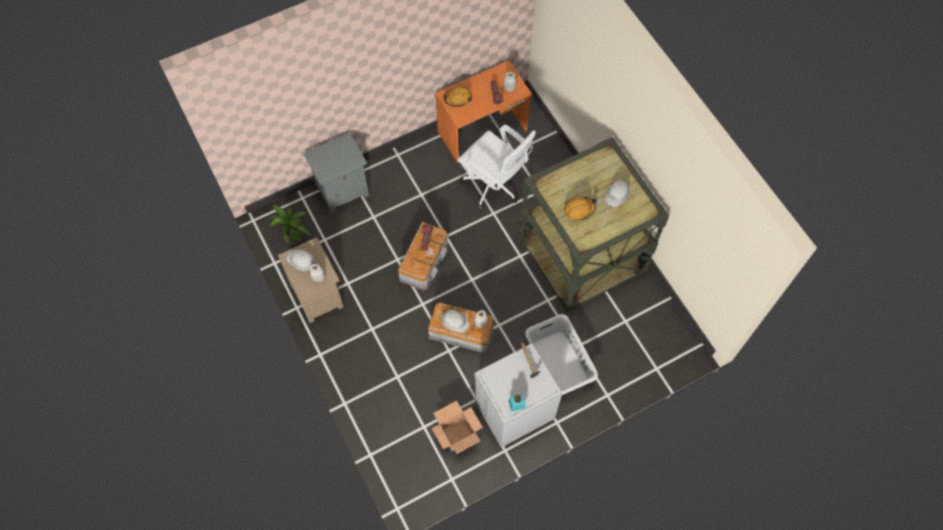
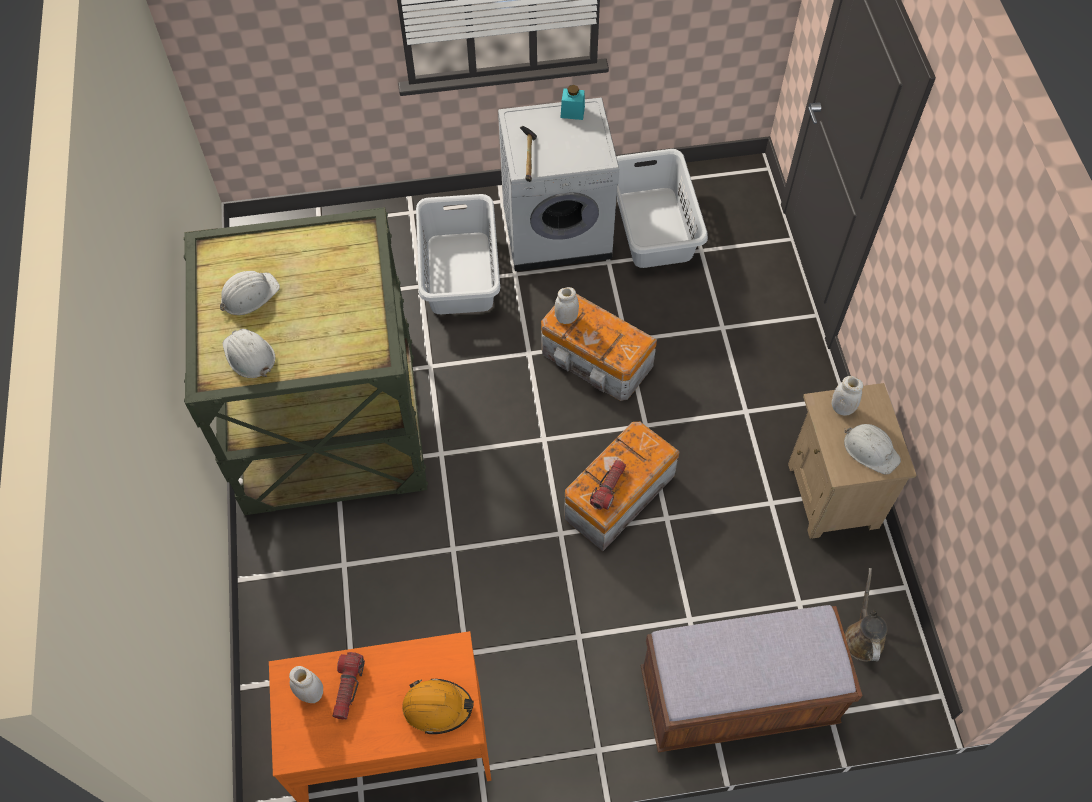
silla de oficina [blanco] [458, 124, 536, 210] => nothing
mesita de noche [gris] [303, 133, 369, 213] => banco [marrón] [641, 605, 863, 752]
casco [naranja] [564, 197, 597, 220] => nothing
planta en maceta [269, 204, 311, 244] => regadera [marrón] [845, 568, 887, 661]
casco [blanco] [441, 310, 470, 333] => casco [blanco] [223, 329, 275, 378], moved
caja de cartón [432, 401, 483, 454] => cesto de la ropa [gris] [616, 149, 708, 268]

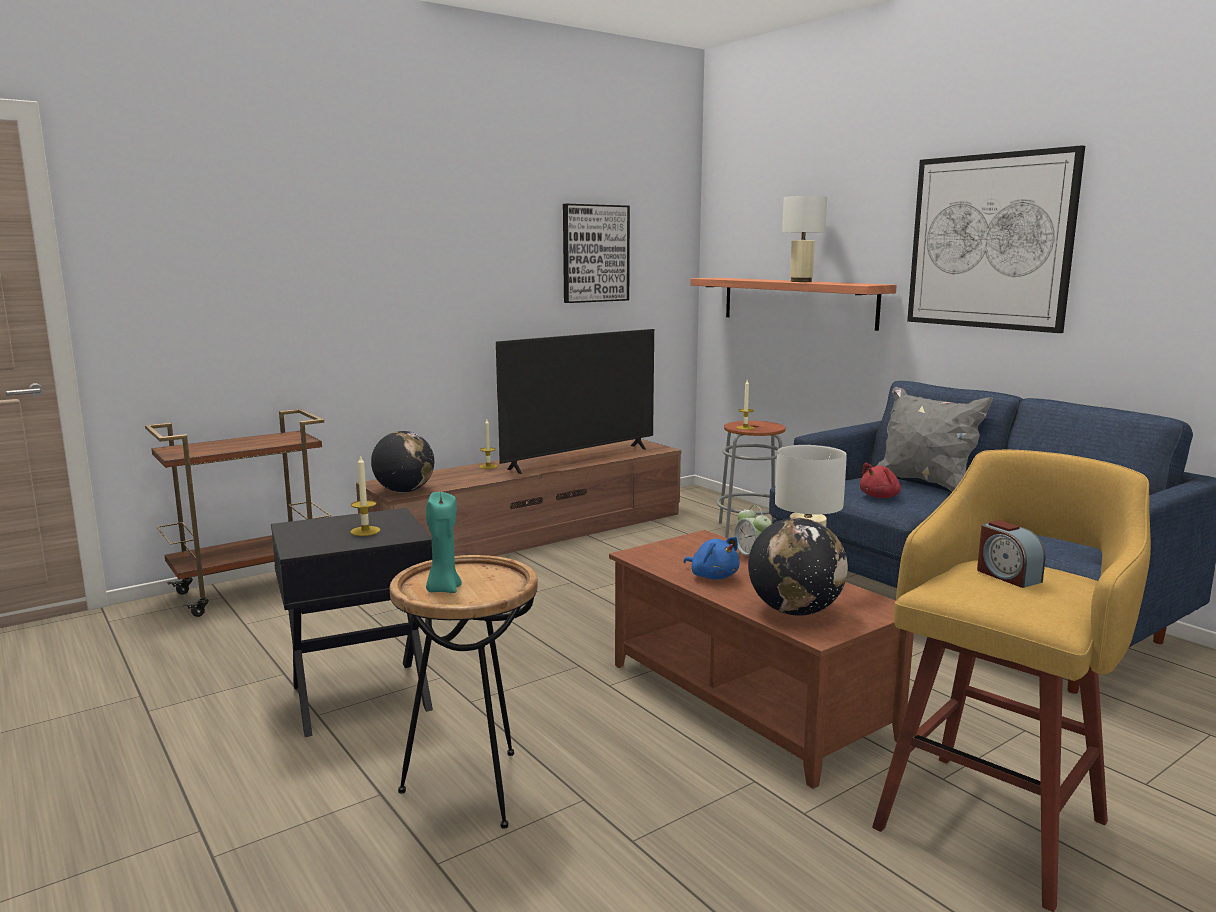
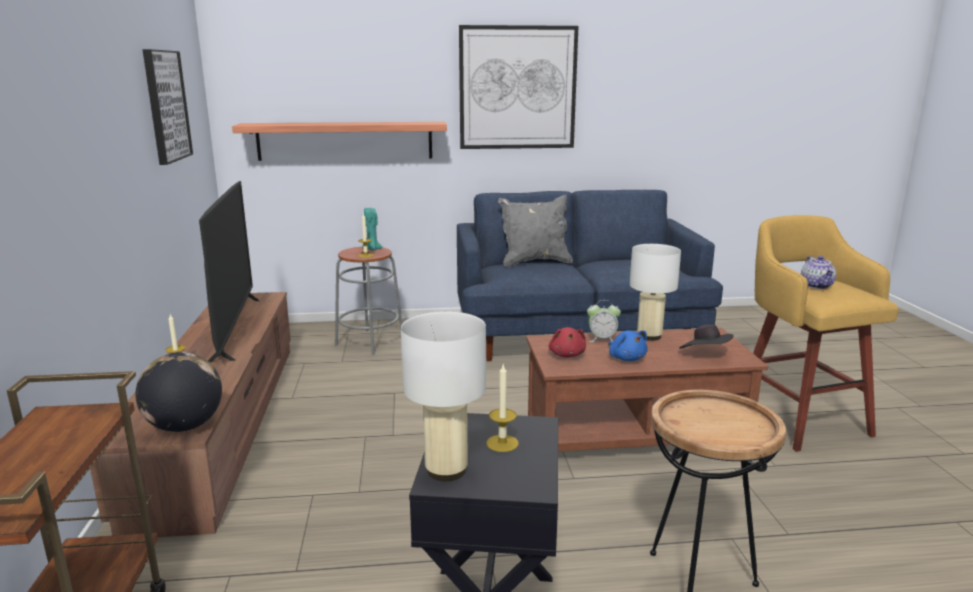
lámpara de mesa [blanco] [782, 196, 827, 282] => lámpara de mesa [blanco] [401, 311, 486, 481], moved
peluche [rojo] [860, 462, 901, 498] => peluche [rojo] [549, 327, 586, 358], moved
vela [turquesa] [426, 492, 462, 593] => vela [turquesa] [362, 208, 383, 251], moved
globo terráqueo [748, 518, 848, 615] => sombrero [negro] [679, 324, 734, 349]
despertador [977, 520, 1045, 588] => tetera [801, 256, 836, 289]
peluche [azul] [684, 537, 740, 580] => peluche [azul] [608, 330, 648, 361], 75 degrees clockwise

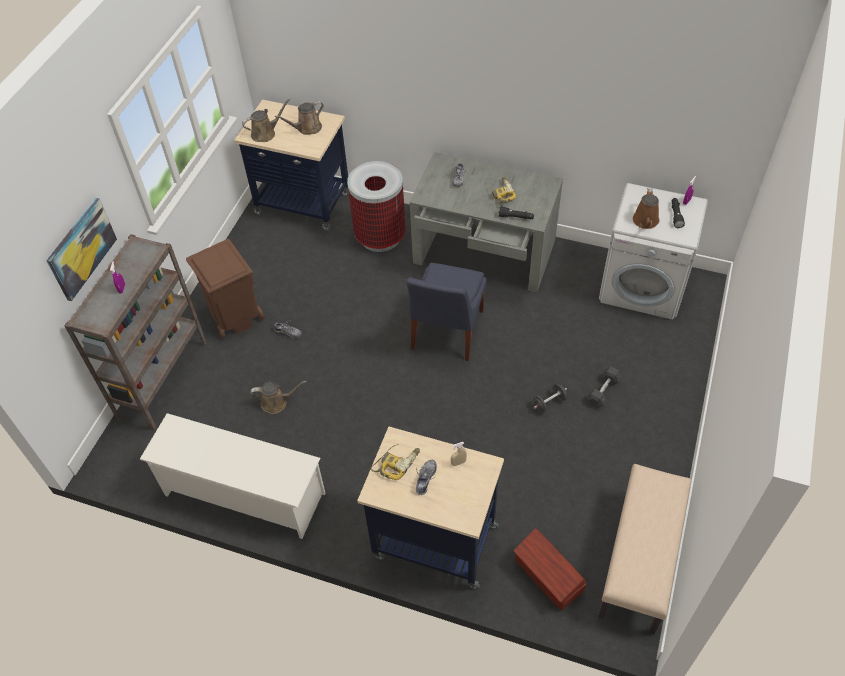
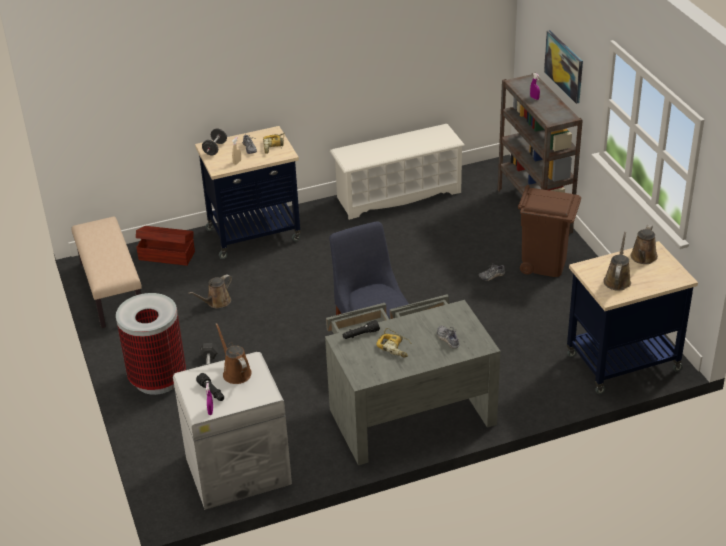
papelera [347, 161, 406, 252] => papelera [116, 293, 186, 395], moved
regadera [marrón] [250, 381, 307, 414] => regadera [marrón] [189, 274, 232, 308], moved
mancuerna [negro] [533, 384, 567, 413] => mancuerna [negro] [202, 129, 227, 155], moved

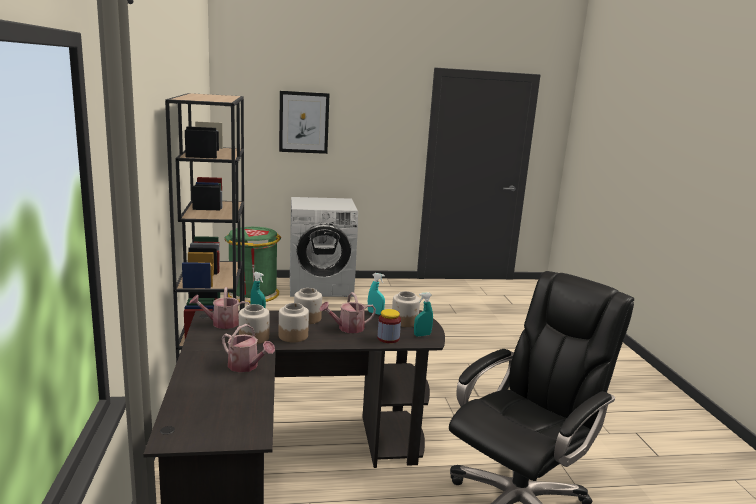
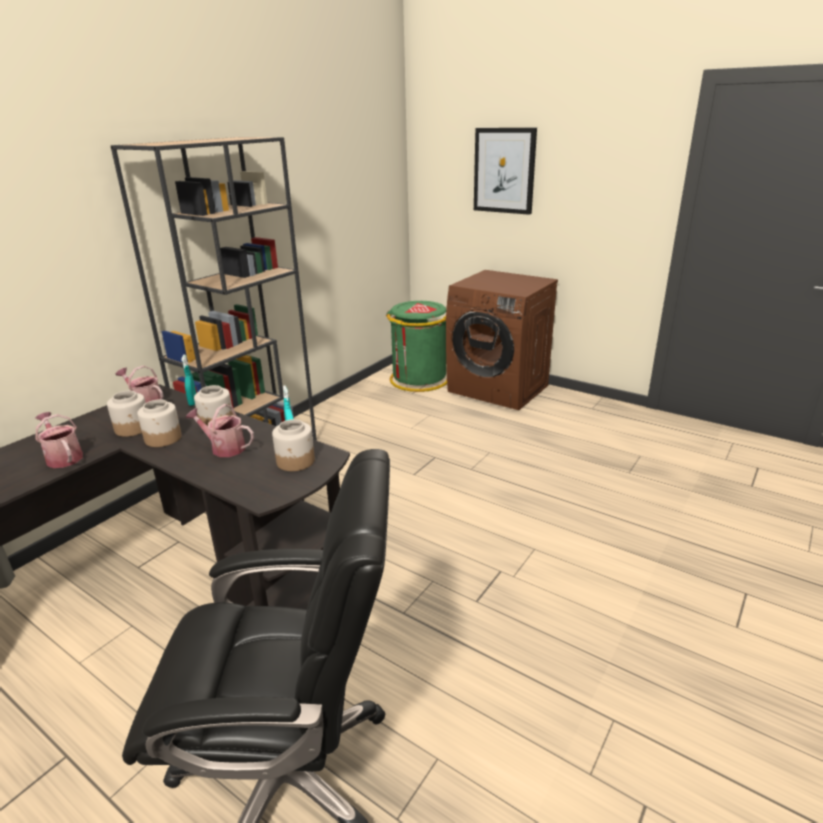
lavadora [blanco] [290, 197, 358, 297] => lavadora [marrón] [446, 270, 558, 410]
pulverizador [turquesa] [414, 292, 433, 336] => nothing
tarro [378, 309, 401, 343] => nothing
regadera [222, 324, 275, 373] => regadera [35, 412, 83, 468], 150 degrees clockwise

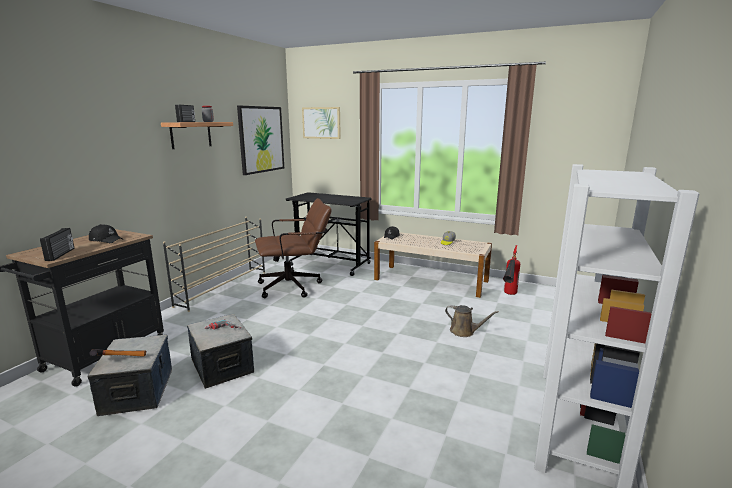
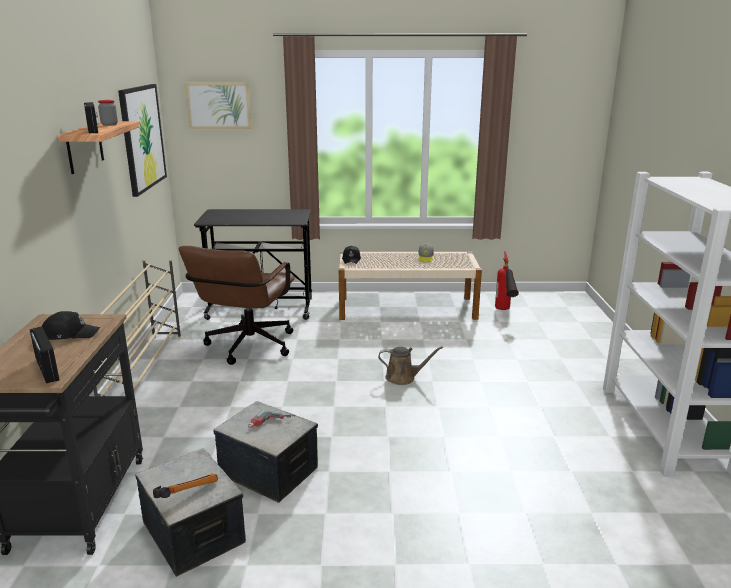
silla de oficina [marrón] [255, 198, 332, 298] => silla de oficina [marrón] [179, 246, 295, 365], 150 degrees clockwise
regadera [marrón] [445, 305, 499, 337] => regadera [marrón] [378, 346, 443, 385], moved

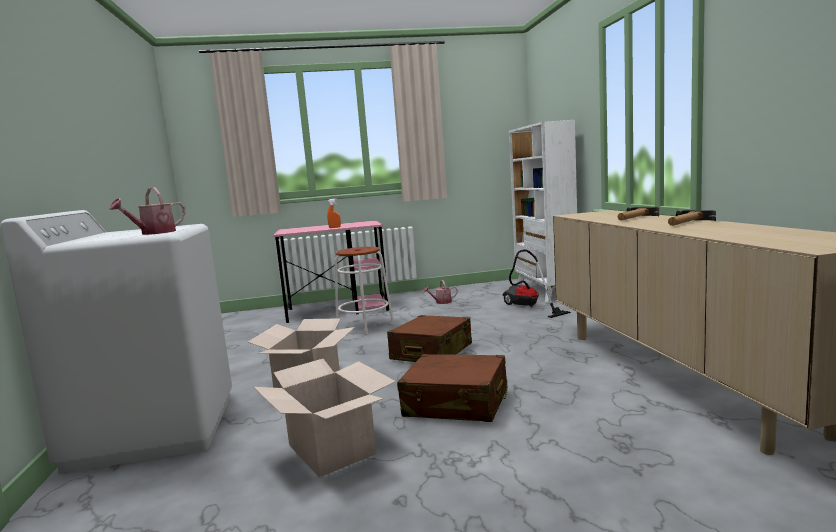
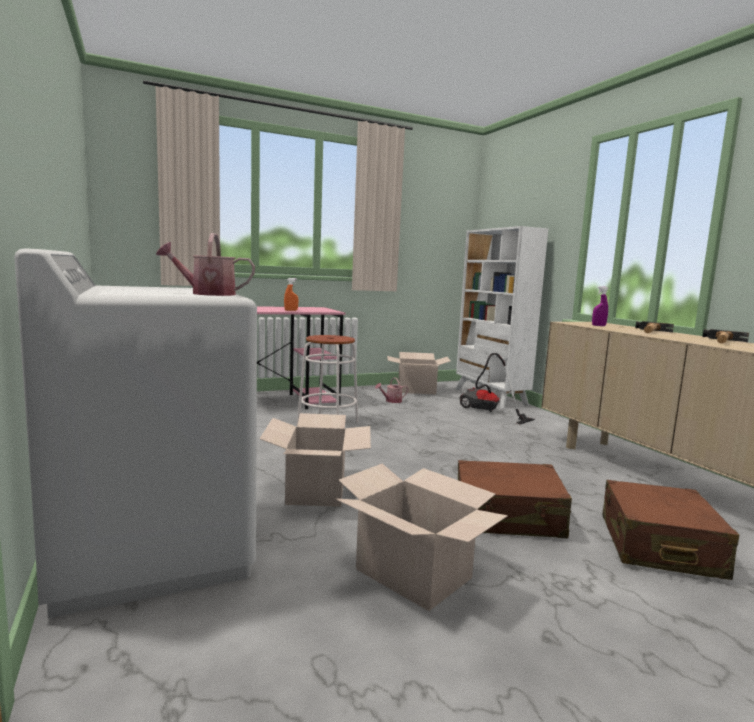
regadera [109, 187, 186, 235] => regadera [156, 233, 255, 296], 60 degrees clockwise
maleta [marrón] [387, 315, 472, 362] => maleta [marrón] [602, 480, 739, 580], moved
nothing => pulverizador [morado] [592, 286, 608, 326]
nothing => caja de cartón [387, 352, 451, 394]

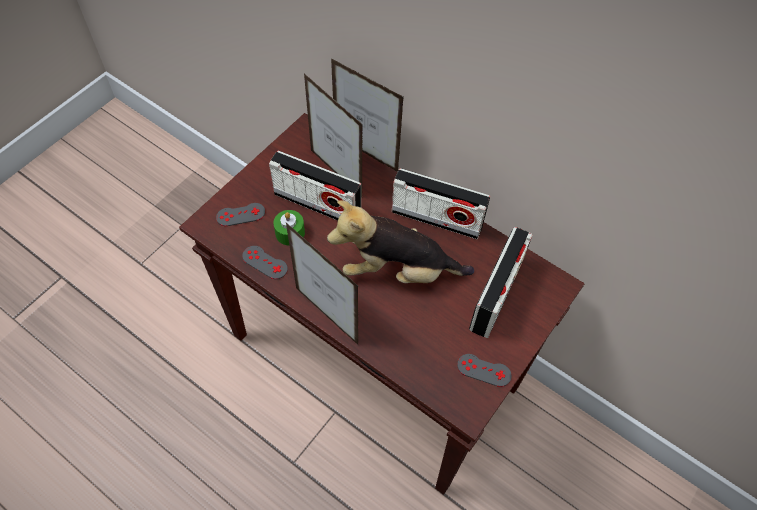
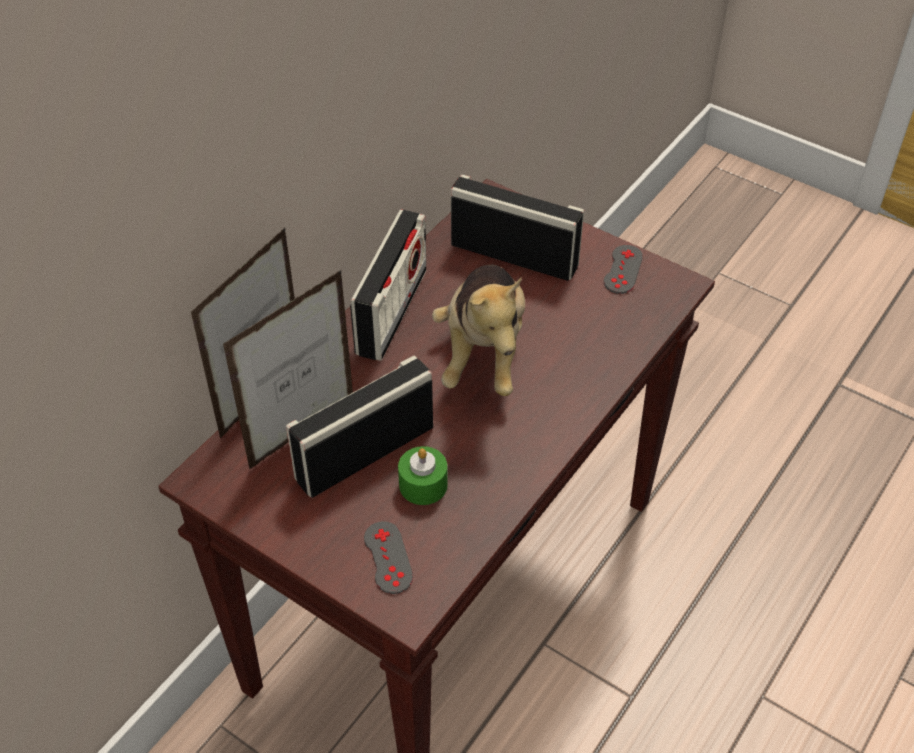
radio [269, 151, 361, 220] => radio [286, 356, 433, 498], 150 degrees counterclockwise
portarretratos [286, 223, 359, 346] => nothing
mando de consola [gris] [242, 246, 288, 279] => nothing

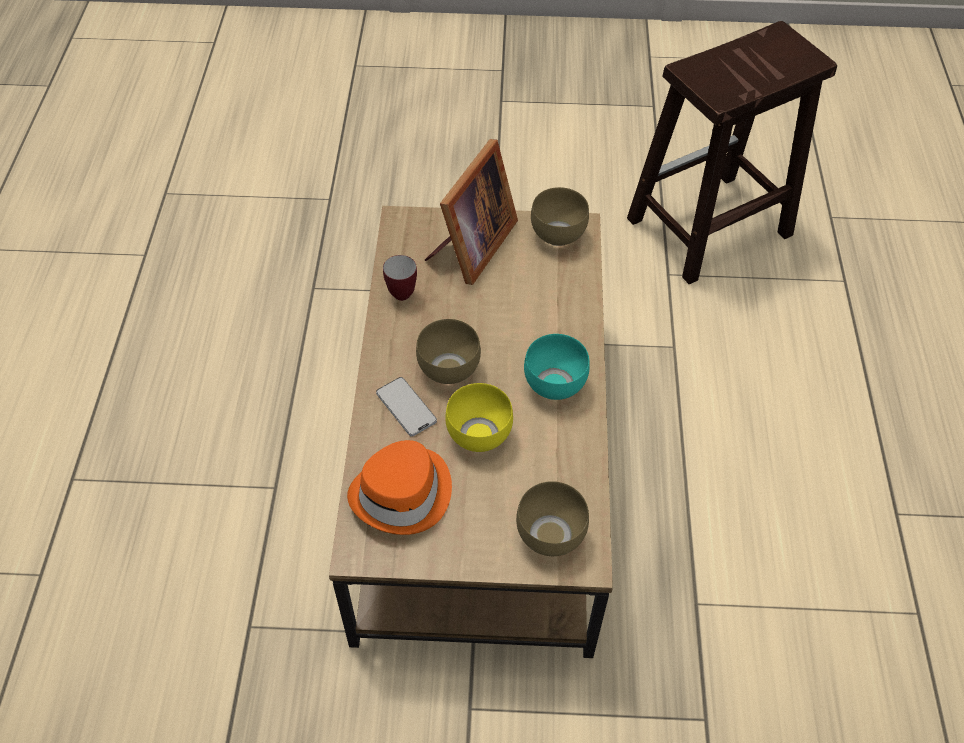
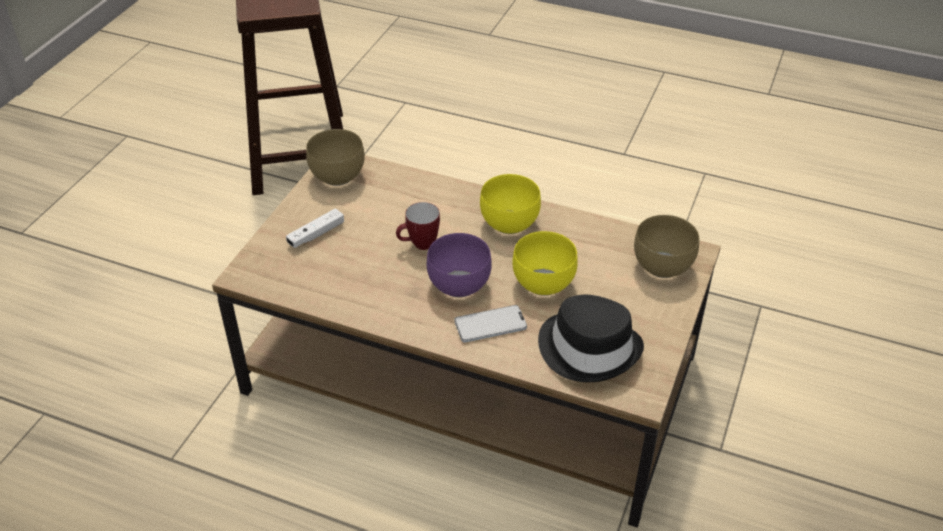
portarretratos [425, 139, 518, 285] => mando de consola [blanco] [286, 209, 344, 248]
taza grande [383, 255, 417, 301] => taza grande [396, 202, 440, 250], moved
cuenco [marrón] [416, 319, 481, 384] => cuenco [morado] [427, 233, 492, 297]
cuenco [turquesa] [524, 334, 590, 400] => cuenco [amarillo] [480, 174, 541, 234]
sombrero [naranja] [347, 440, 452, 535] => sombrero [negro] [538, 295, 644, 382]

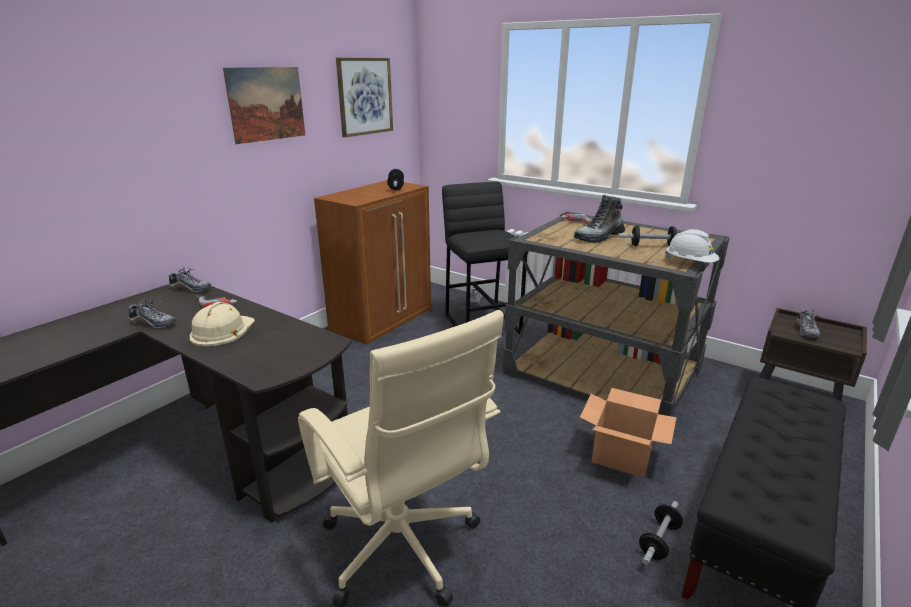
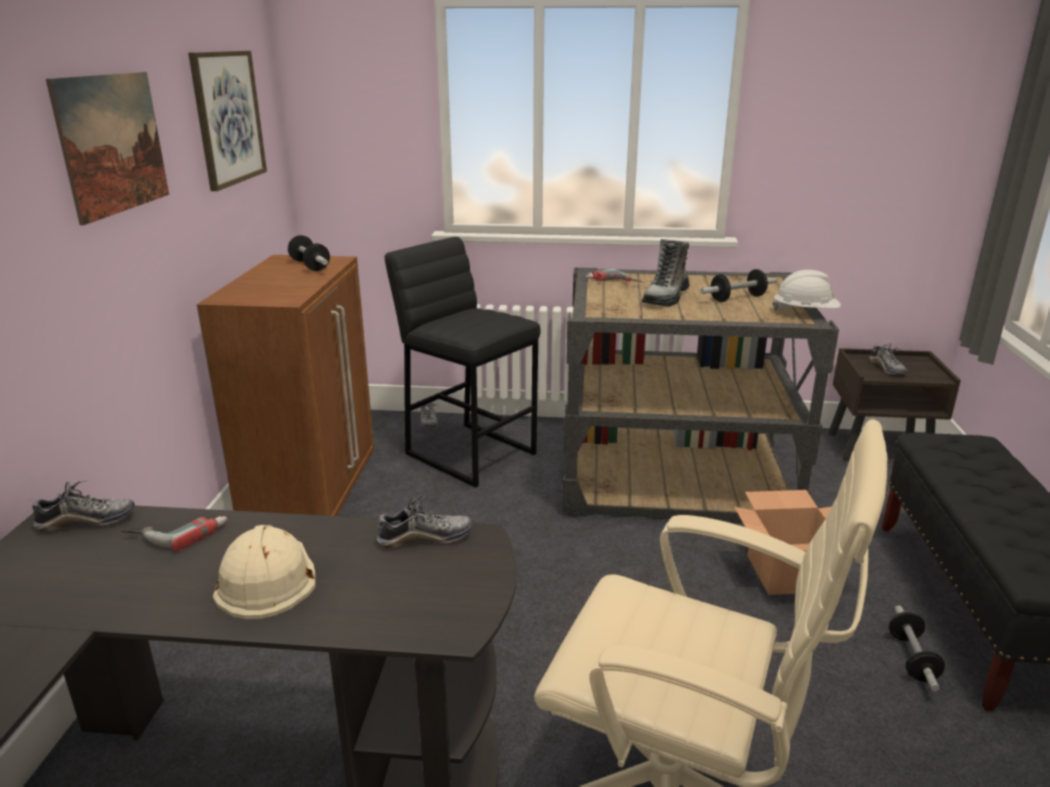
zapato [129, 299, 176, 328] => zapato [377, 496, 472, 549], moved

